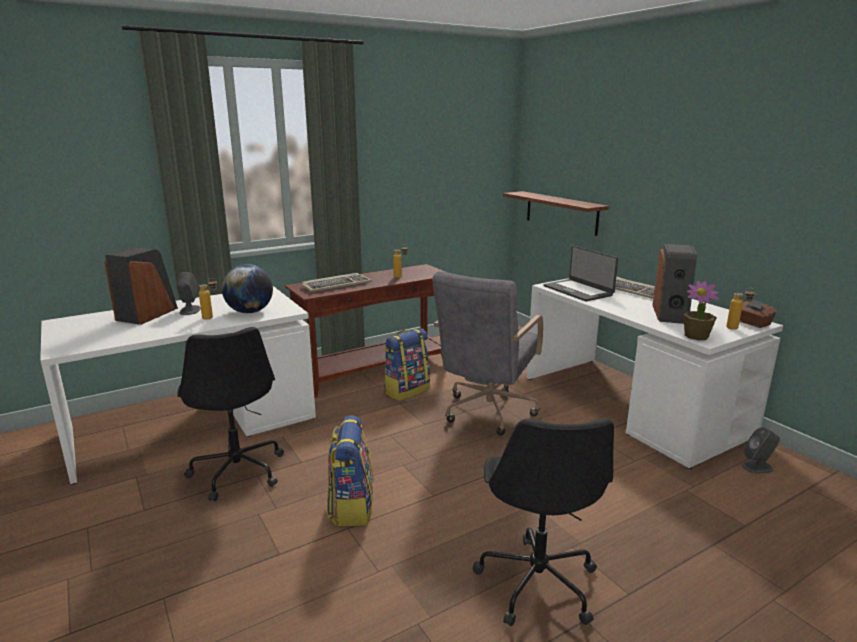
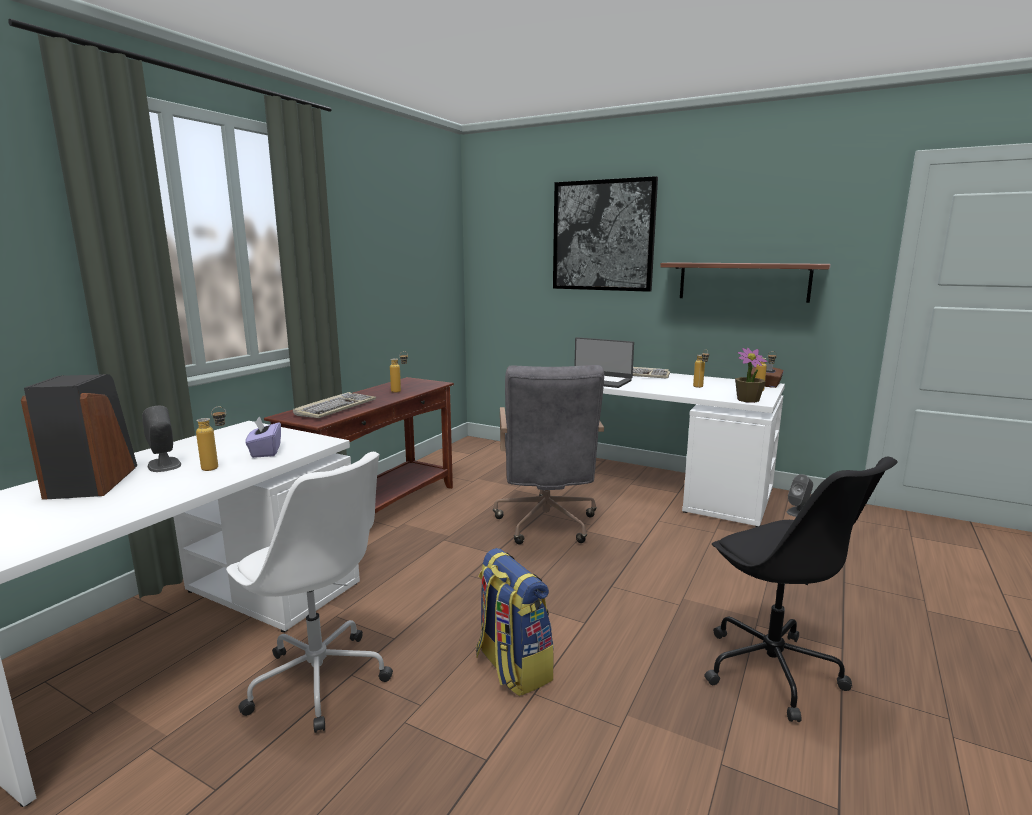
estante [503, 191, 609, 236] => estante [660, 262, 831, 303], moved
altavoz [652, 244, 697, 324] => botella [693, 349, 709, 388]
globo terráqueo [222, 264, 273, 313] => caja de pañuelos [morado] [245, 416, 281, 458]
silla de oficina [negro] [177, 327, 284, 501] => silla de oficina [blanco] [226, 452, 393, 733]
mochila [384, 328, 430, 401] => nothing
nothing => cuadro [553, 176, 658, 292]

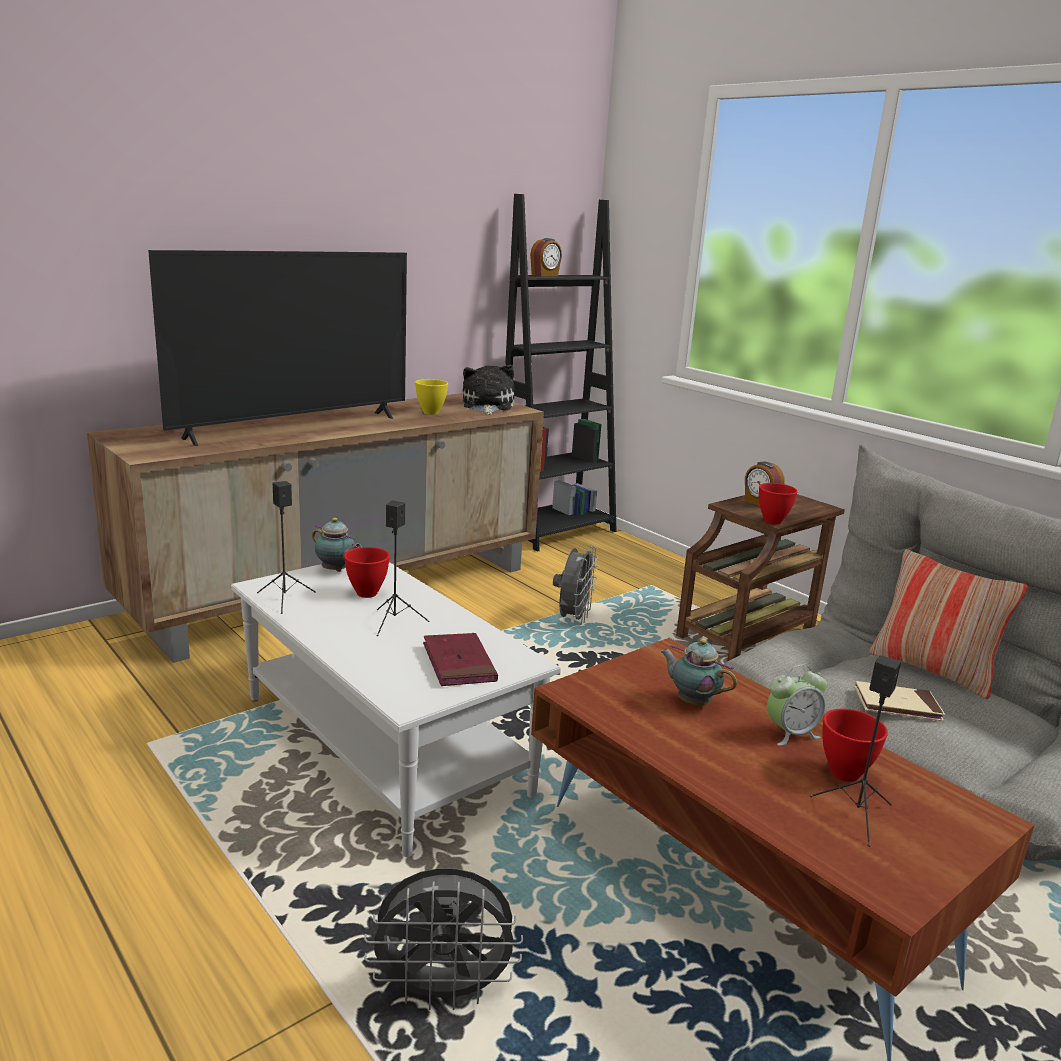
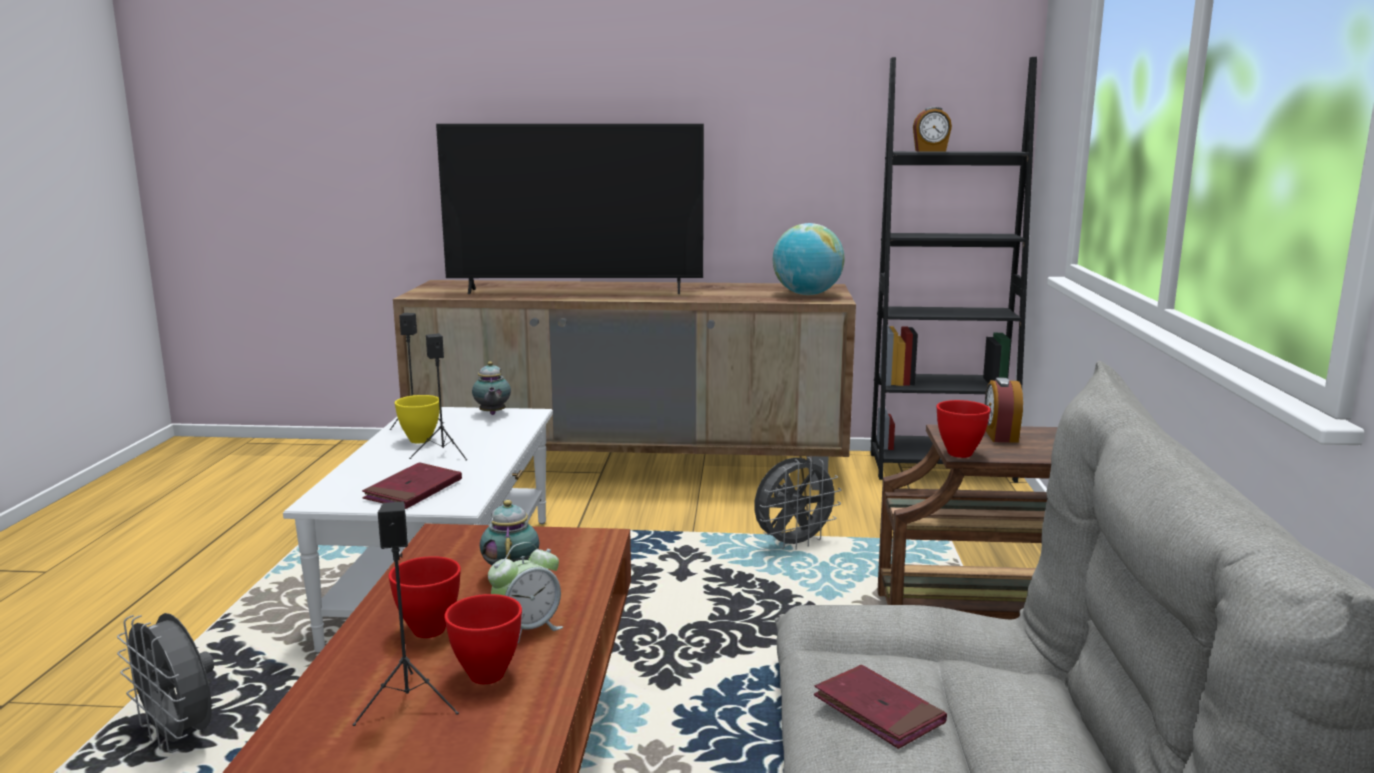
peluche [463, 365, 515, 415] => globo terráqueo [773, 223, 845, 295]
cuenco [amarillo] [415, 379, 448, 415] => cuenco [amarillo] [395, 395, 440, 444], moved
cuenco [rojo] [344, 547, 390, 598] => cuenco [rojo] [388, 556, 461, 638], moved
cojín [869, 549, 1028, 699] => nothing
despertador [767, 665, 827, 746] => despertador [488, 542, 563, 643], 60 degrees counterclockwise
libro [beis] [854, 681, 945, 721] => libro [rojo] [814, 665, 947, 749]

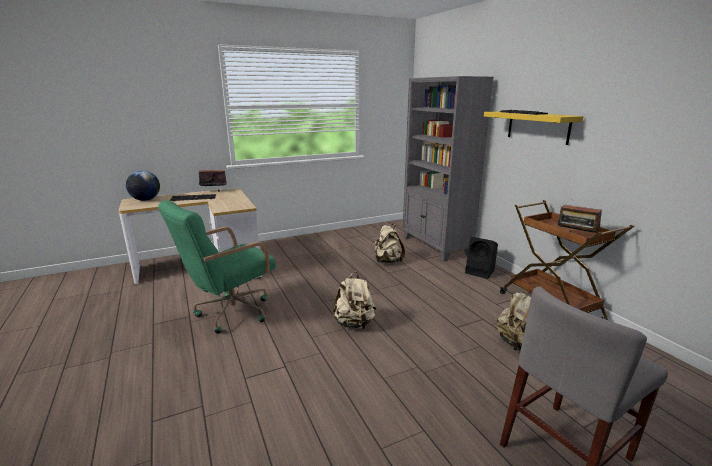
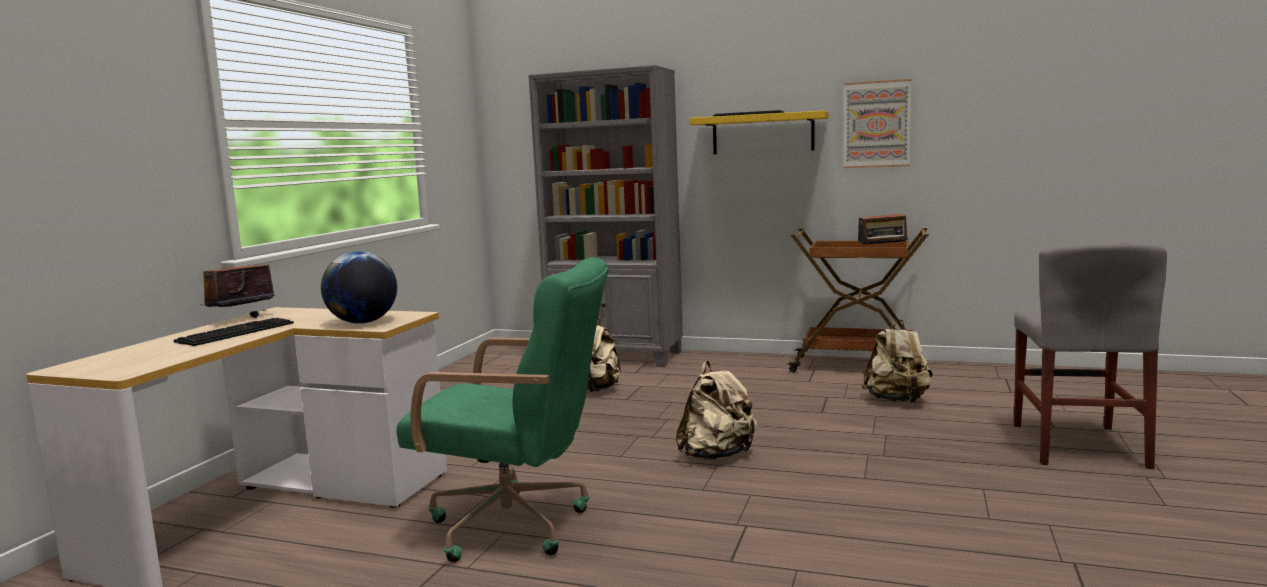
globo terráqueo [126, 170, 160, 201] => globo terráqueo [321, 251, 397, 324], moved
silla de oficina [verde] [158, 200, 276, 334] => silla de oficina [verde] [397, 257, 608, 562], 75 degrees counterclockwise
altavoz [negro] [465, 237, 498, 279] => nothing
nothing => cuadro [843, 79, 911, 168]

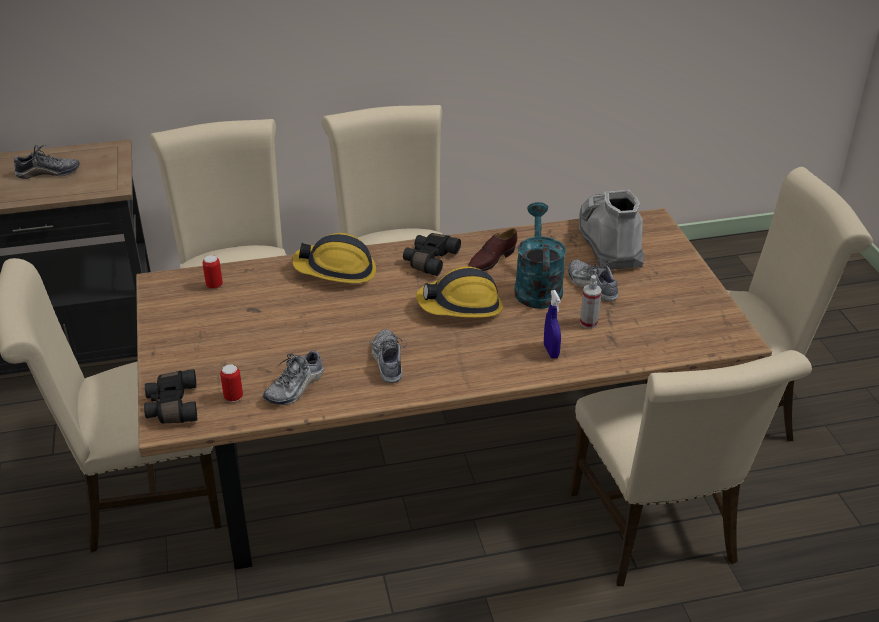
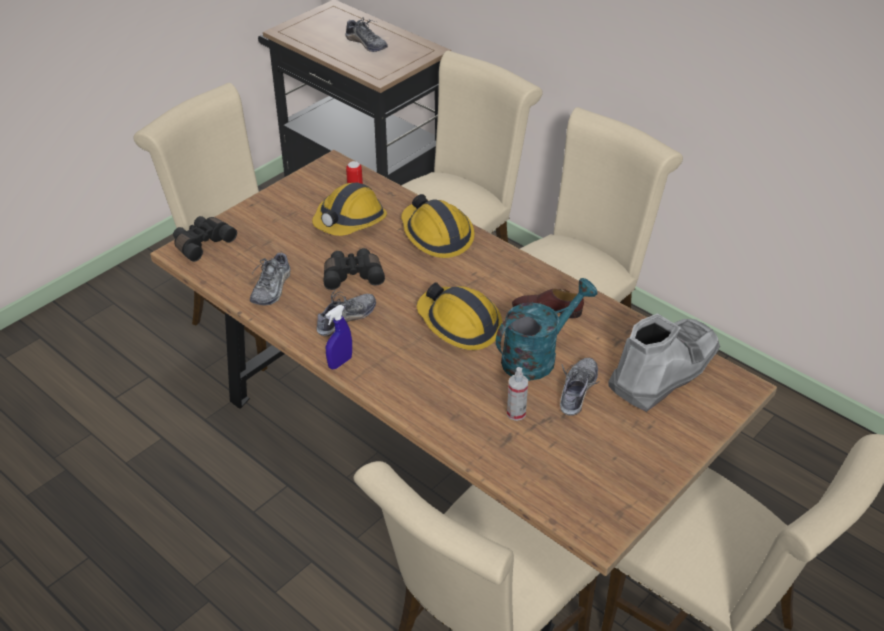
prismáticos [negro] [403, 233, 461, 276] => prismáticos [negro] [323, 248, 385, 290], moved
pulverizador [azul] [544, 290, 561, 359] => pulverizador [azul] [325, 305, 352, 369], moved
zapato [263, 350, 324, 405] => zapato [250, 252, 291, 306], 75 degrees counterclockwise
lata [220, 364, 243, 402] => nothing
nothing => casco [312, 182, 387, 236]

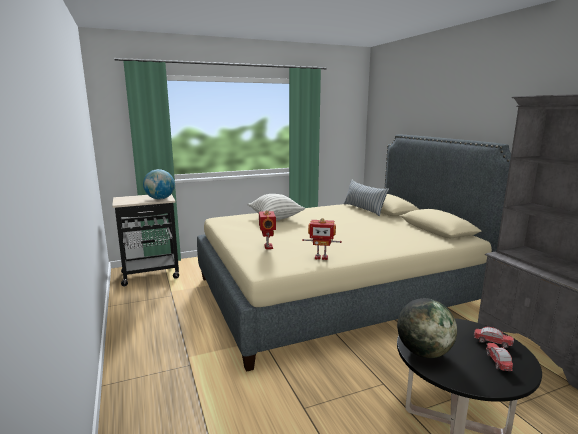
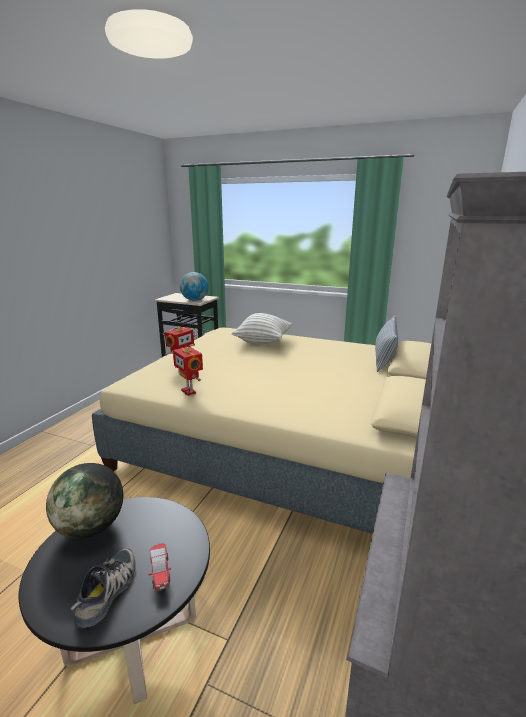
coche de juguete [486, 343, 513, 371] => zapato [70, 549, 136, 628]

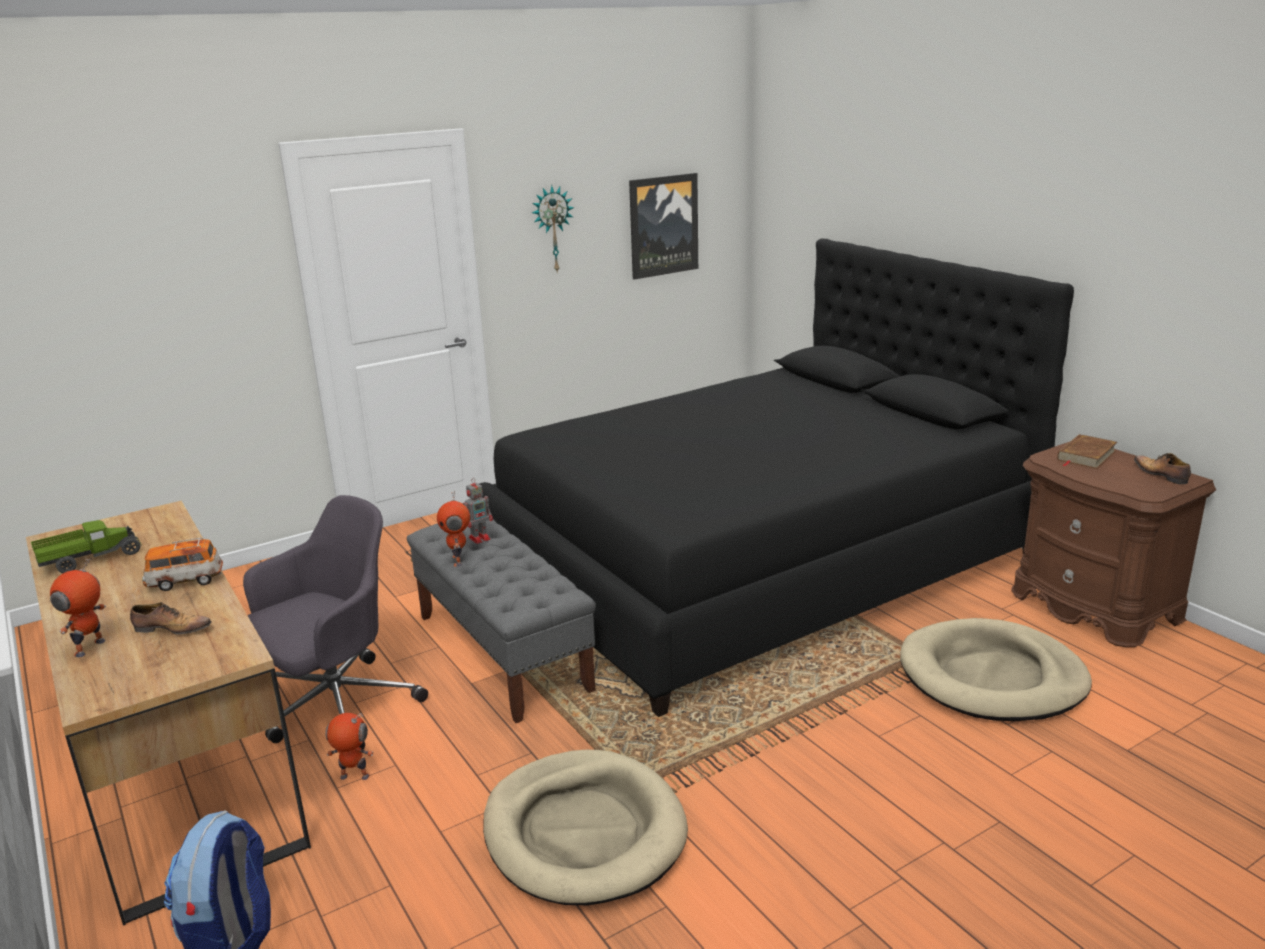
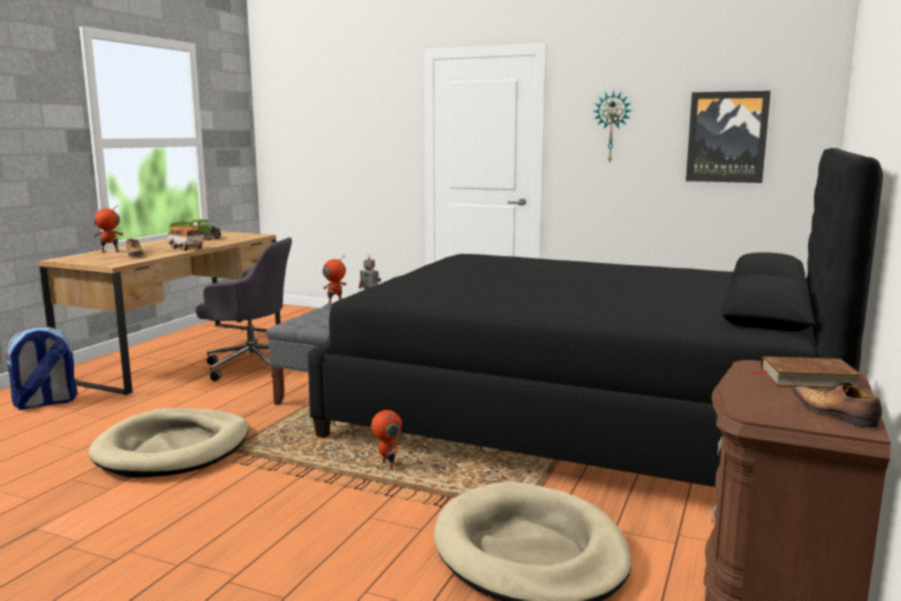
zapato [1134, 453, 1191, 484] => zapato [792, 381, 882, 428], 60 degrees counterclockwise
robot de juguete [325, 713, 374, 780] => robot de juguete [371, 410, 402, 470], moved

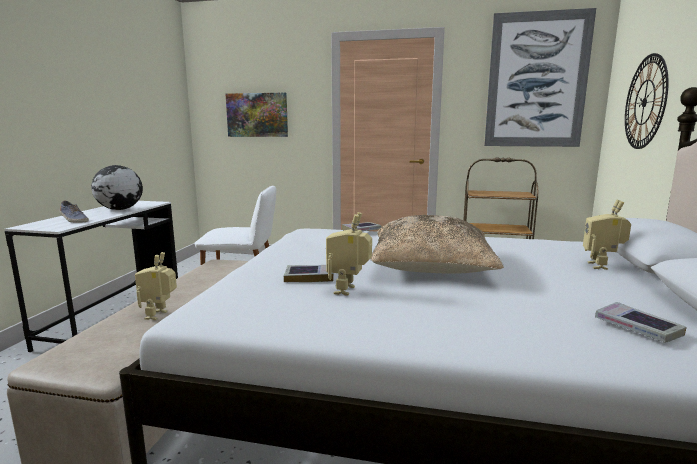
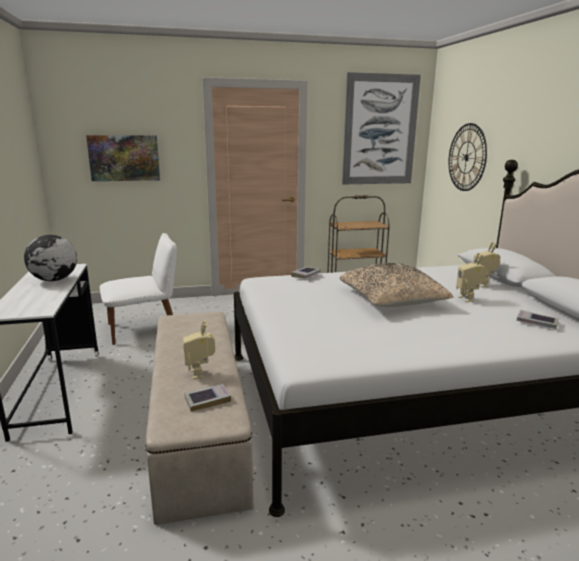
zapato [59, 200, 89, 223] => nothing
robot de juguete [326, 212, 372, 296] => robot de juguete [456, 253, 487, 302], moved
libro [284, 265, 334, 282] => libro [184, 384, 231, 412], moved

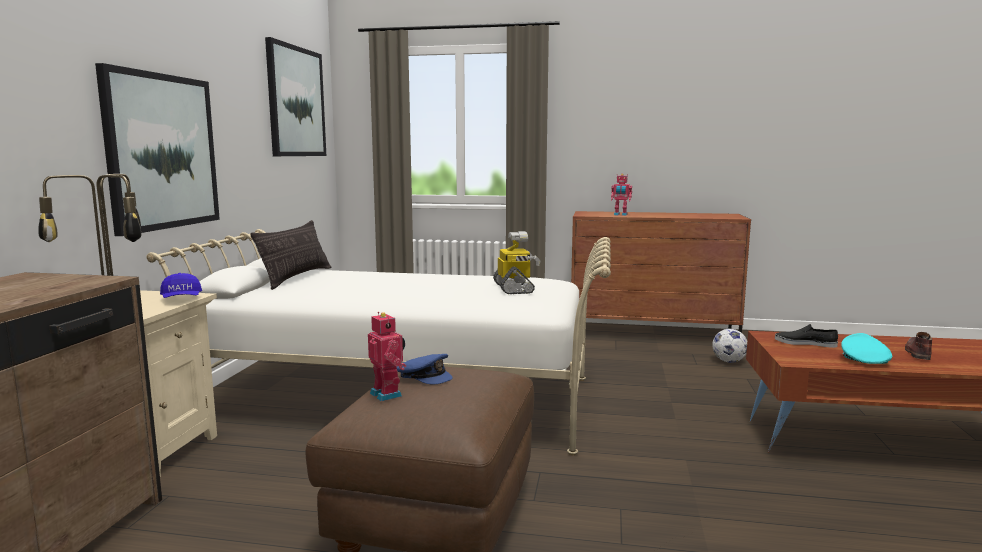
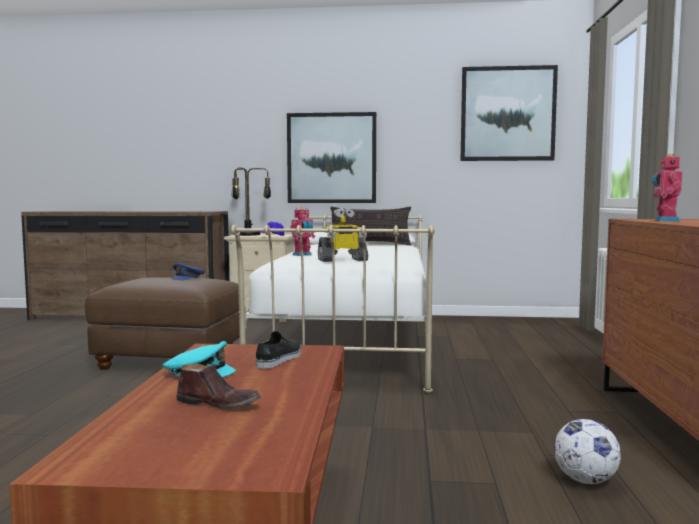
robot de juguete [368, 312, 406, 401] => robot de juguete [290, 207, 315, 256], moved

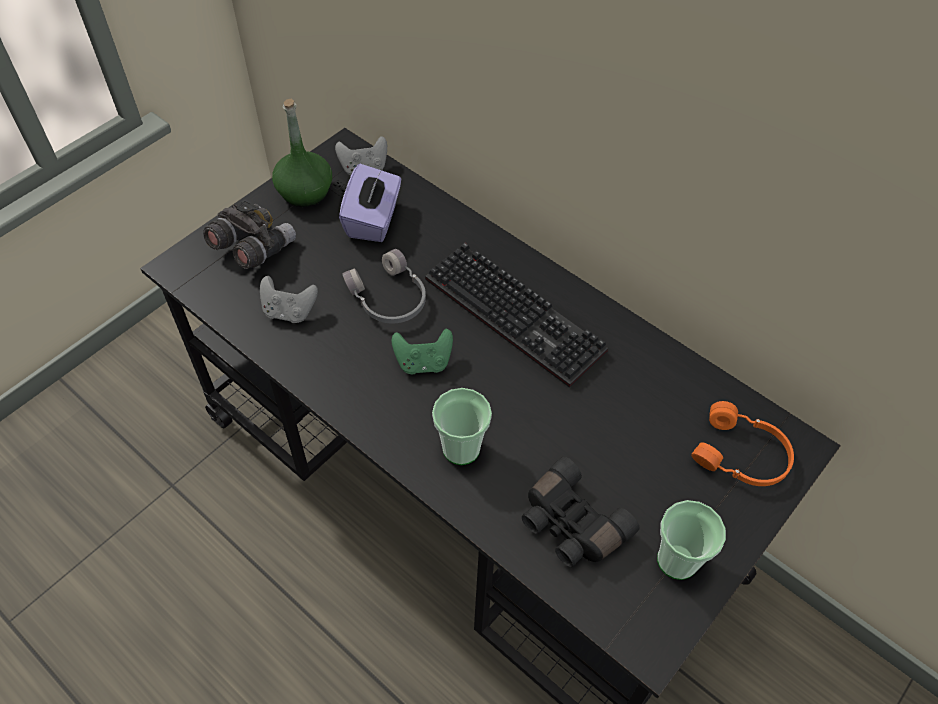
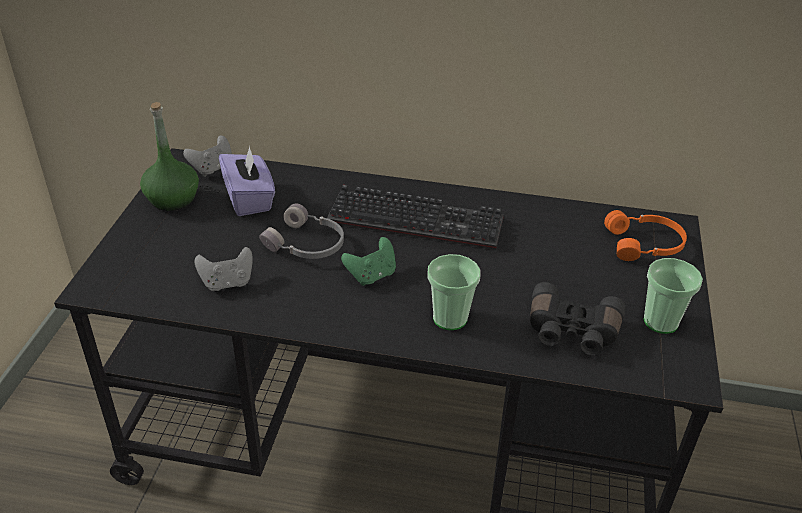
prismáticos [gris] [203, 200, 296, 269] => nothing

